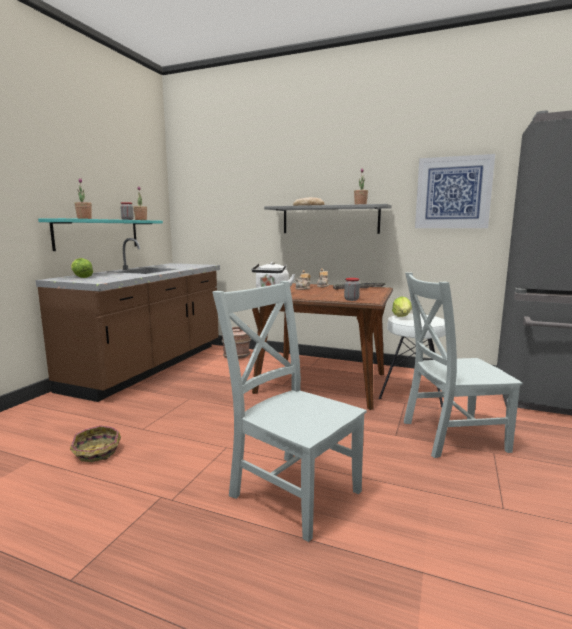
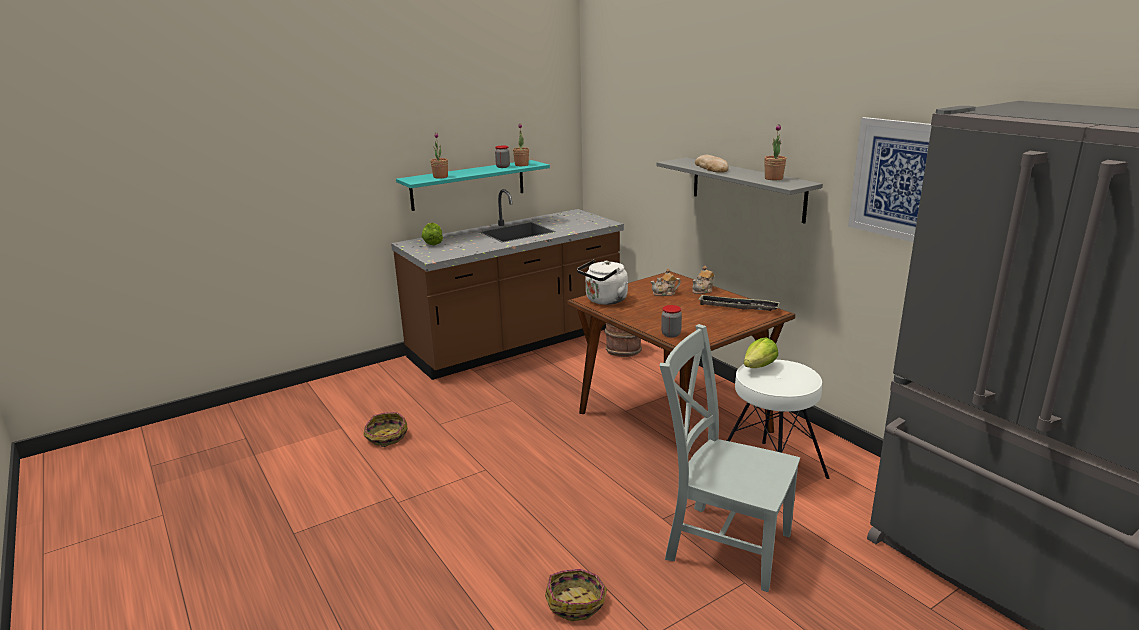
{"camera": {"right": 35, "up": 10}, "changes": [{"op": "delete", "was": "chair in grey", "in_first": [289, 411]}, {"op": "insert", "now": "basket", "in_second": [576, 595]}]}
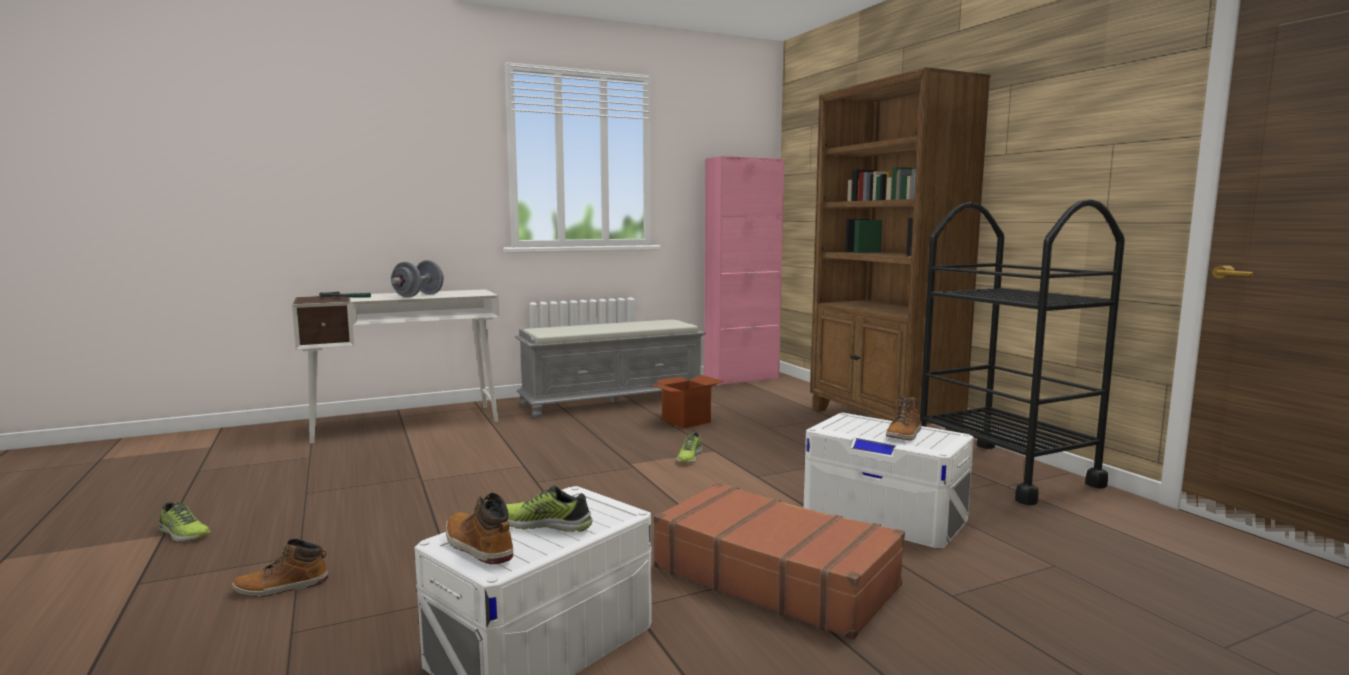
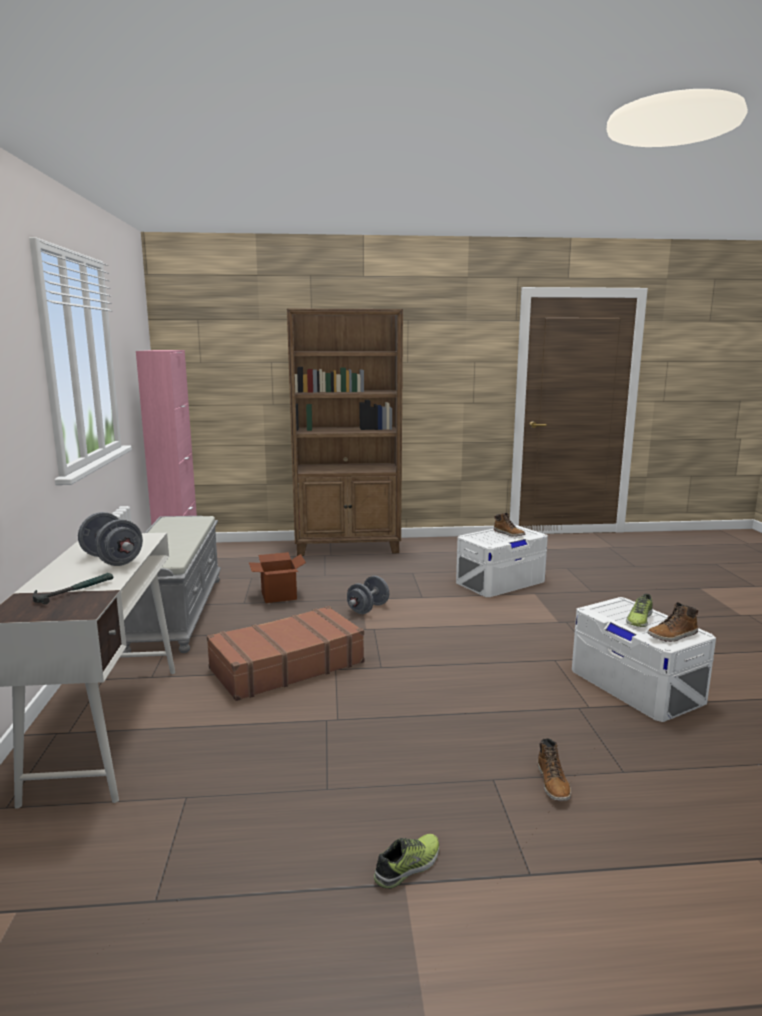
{"camera": {"right": -70, "up": 5}, "changes": [{"op": "move", "was": "suitcase in brown", "in_first": [779, 561], "in_second": [286, 653]}, {"op": "replace", "was": "shoe", "now": "dumbbell in grey", "in_first": [689, 447], "in_second": [368, 595]}, {"op": "delete", "was": "cart in black", "in_first": [1022, 352]}]}
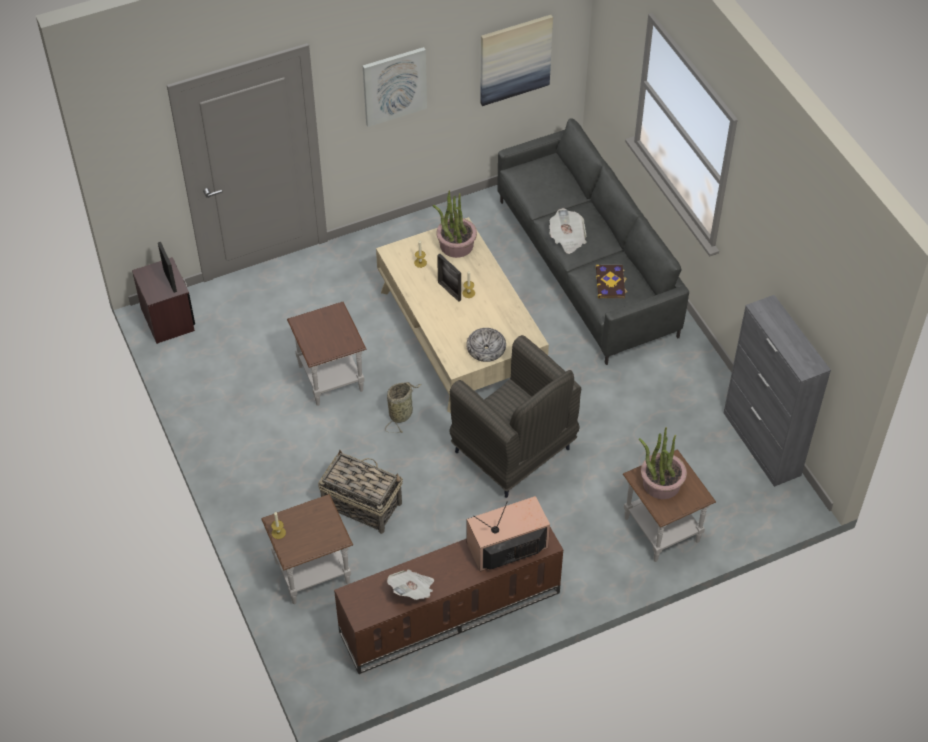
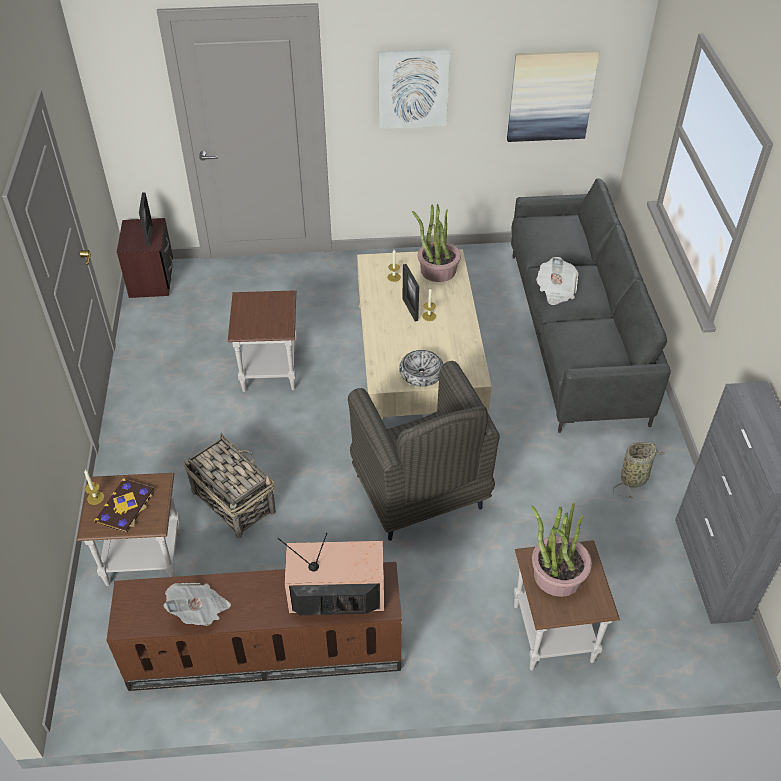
{"camera": {"right": 20, "up": -5}, "changes": [{"op": "move", "was": "basket", "in_first": [403, 407], "in_second": [639, 470]}, {"op": "move", "was": "book", "in_first": [611, 281], "in_second": [124, 505]}]}
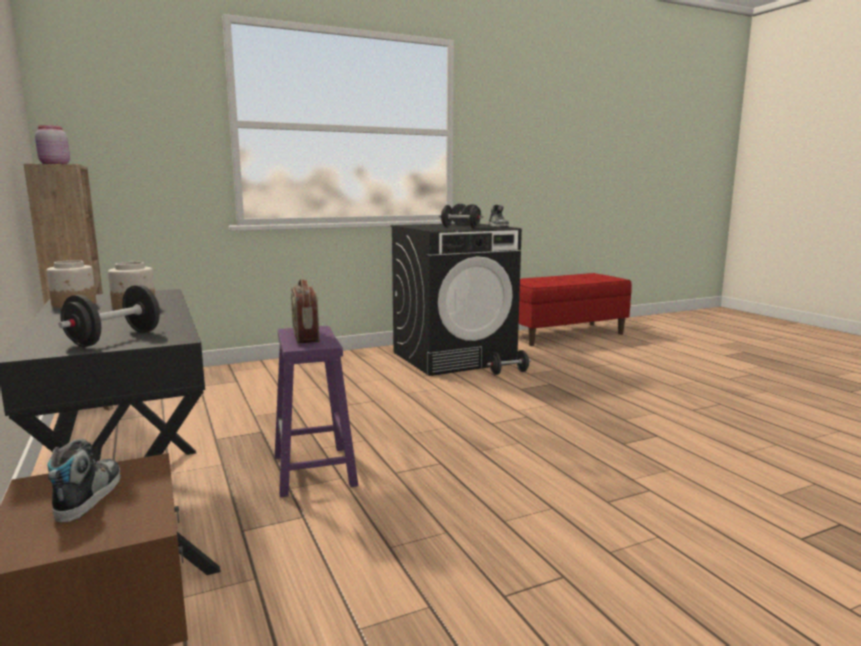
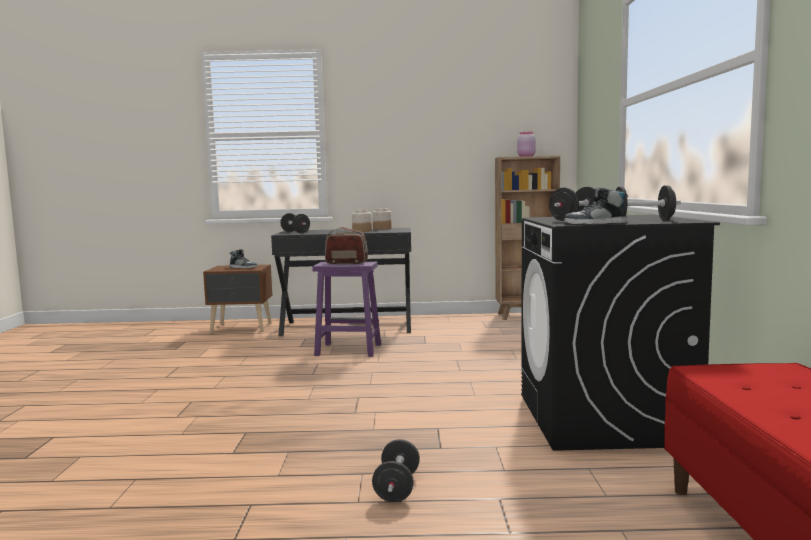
{"camera": {"right": 115, "up": -5}, "changes": [{"op": "move", "was": "dumbbell in black", "in_first": [509, 362], "in_second": [396, 470]}]}
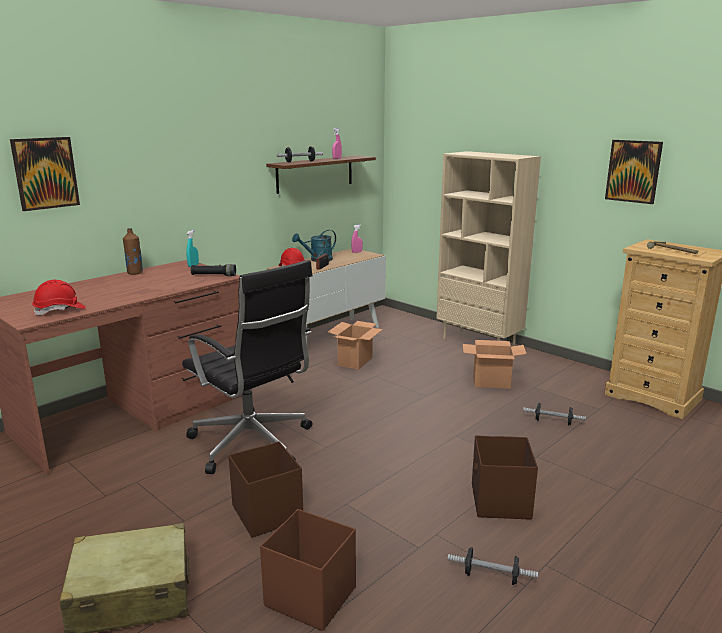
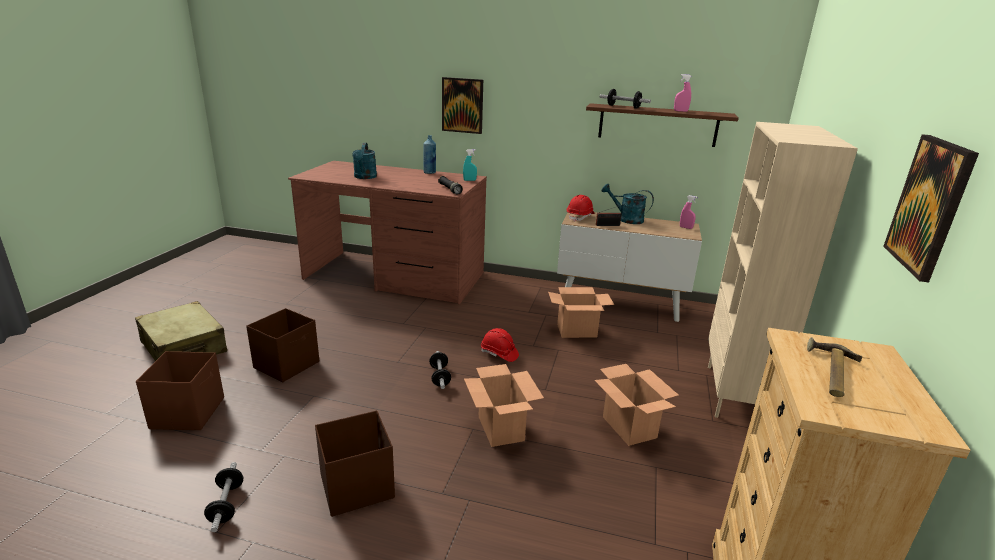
{"camera": {"right": 60, "up": 5}, "changes": [{"op": "move", "was": "picture", "in_first": [45, 174], "in_second": [462, 105]}, {"op": "move", "was": "hard hat in red", "in_first": [59, 297], "in_second": [500, 345]}, {"op": "recolor", "was": "bottle in brown", "now": "bottle in blue", "in_first": [133, 251], "in_second": [429, 154]}, {"op": "delete", "was": "office chair in black", "in_first": [247, 367]}, {"op": "move", "was": "dumbbell", "in_first": [554, 414], "in_second": [440, 370]}, {"op": "insert", "now": "watering can in turquoise", "in_second": [364, 161]}, {"op": "insert", "now": "cardboard box", "in_second": [504, 405]}]}
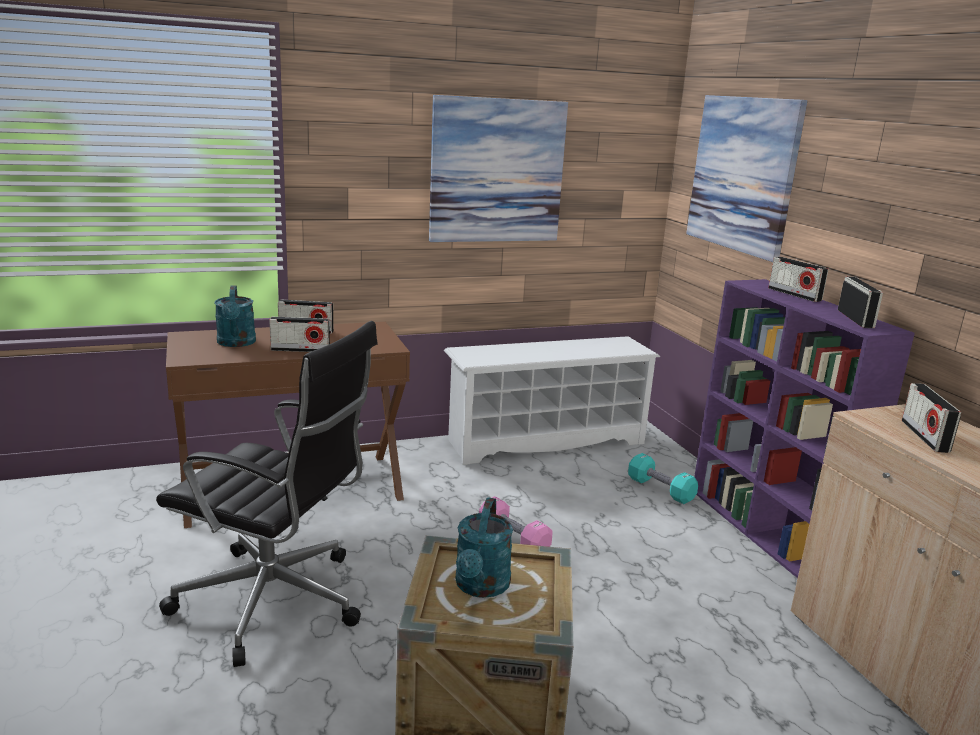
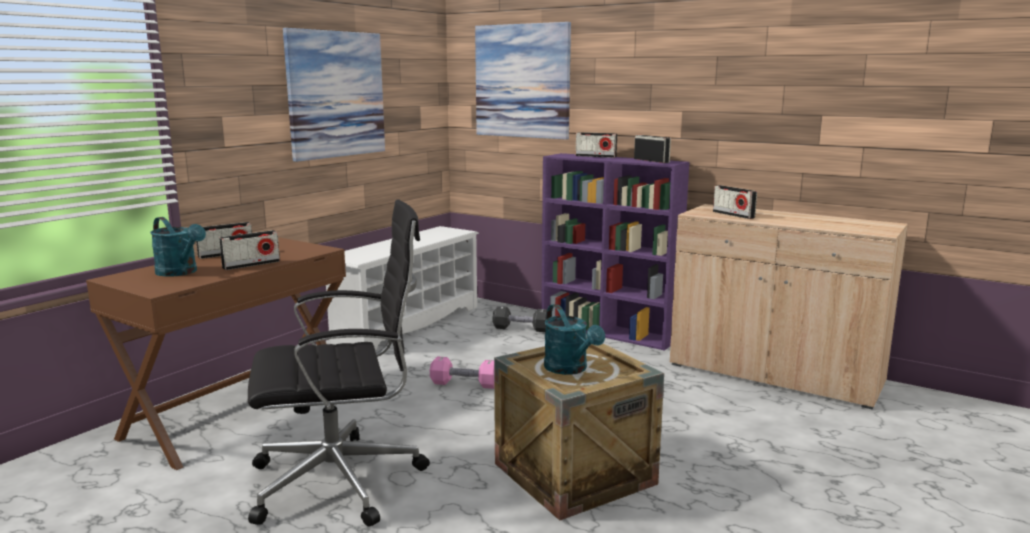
{"camera": {"right": -35, "up": -5}, "changes": [{"op": "recolor", "was": "dumbbell in turquoise", "now": "dumbbell in black", "in_first": [663, 478], "in_second": [520, 319]}]}
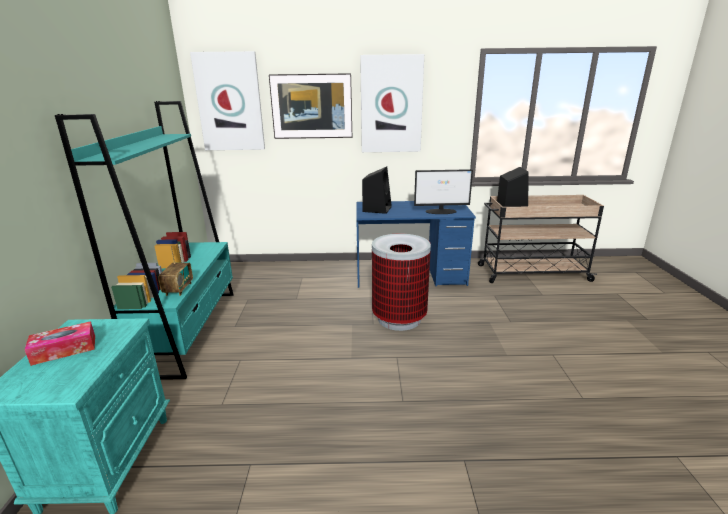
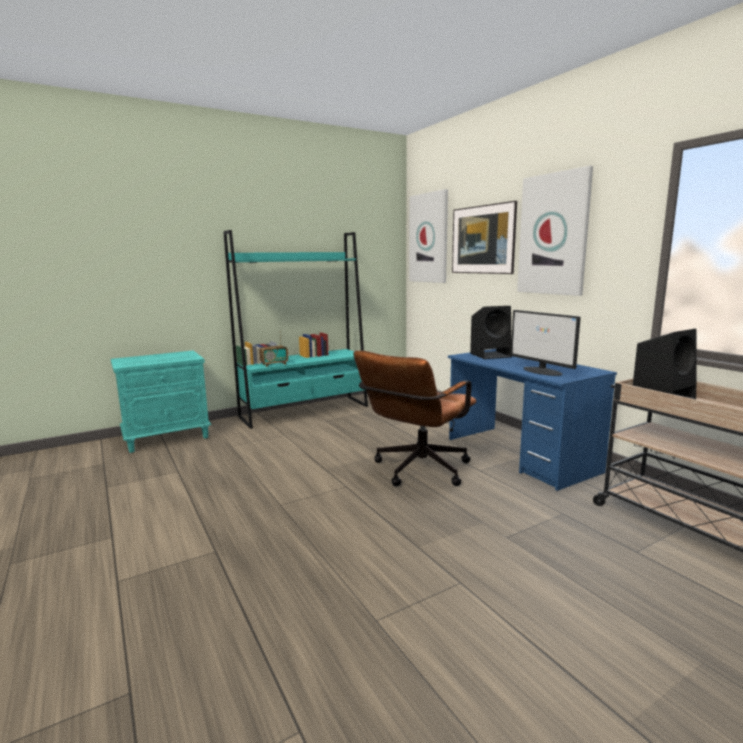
{"camera": {"right": 60, "up": -10}, "changes": [{"op": "delete", "was": "tissue box", "in_first": [60, 343]}, {"op": "replace", "was": "trash can", "now": "office chair in brown", "in_first": [401, 282], "in_second": [414, 418]}]}
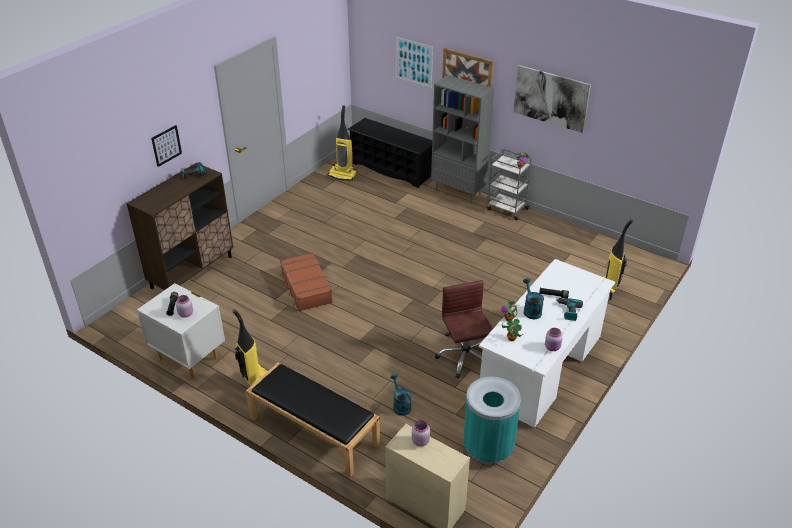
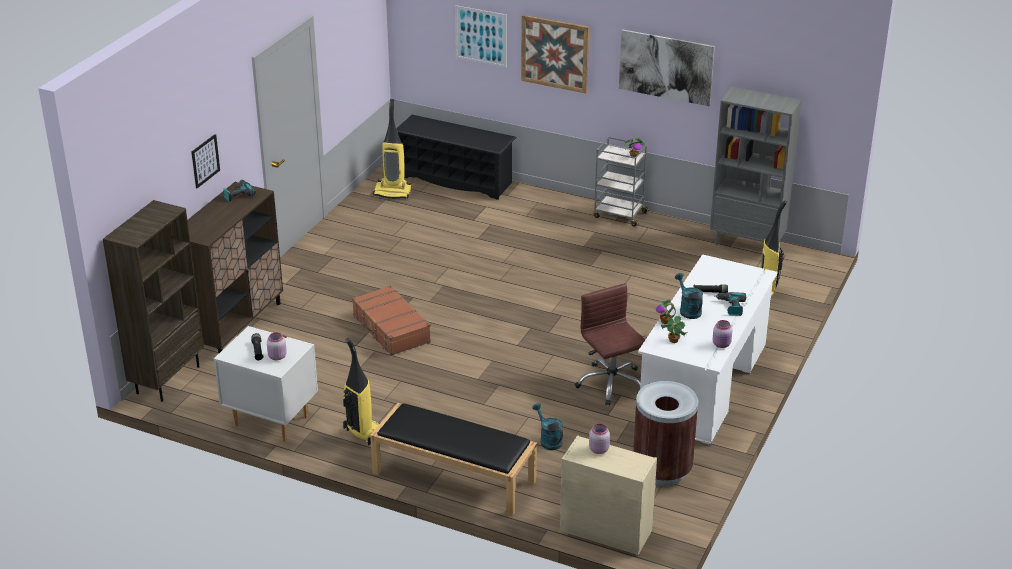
{"camera": {"right": -10, "up": -5}, "changes": [{"op": "move", "was": "bookcase in grey", "in_first": [463, 139], "in_second": [756, 166]}, {"op": "recolor", "was": "trash can in turquoise", "now": "trash can in brown", "in_first": [492, 421], "in_second": [665, 433]}, {"op": "insert", "now": "bookcase in brown", "in_second": [153, 301]}]}
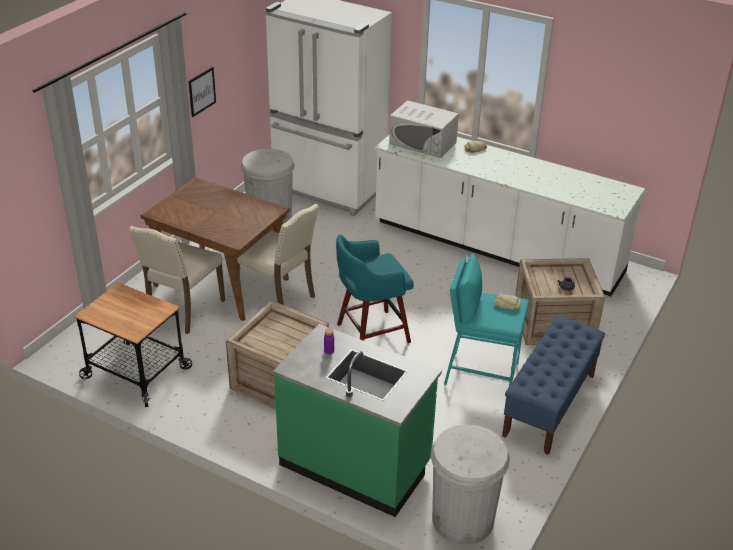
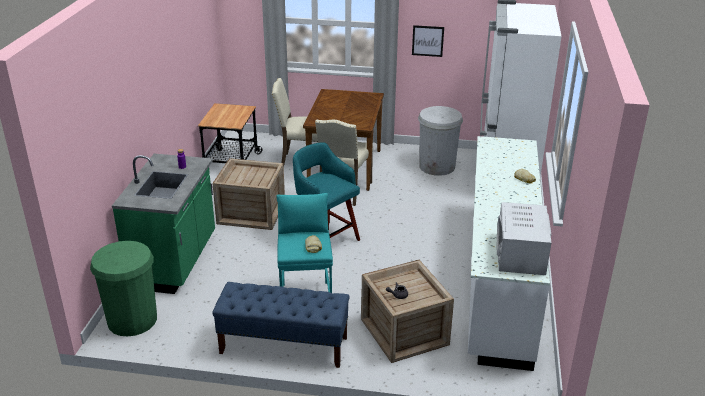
{"camera": {"right": 70, "up": -5}, "changes": [{"op": "move", "was": "microwave in white", "in_first": [424, 129], "in_second": [524, 238]}, {"op": "recolor", "was": "trash can in white", "now": "trash can in green", "in_first": [470, 484], "in_second": [123, 288]}]}
